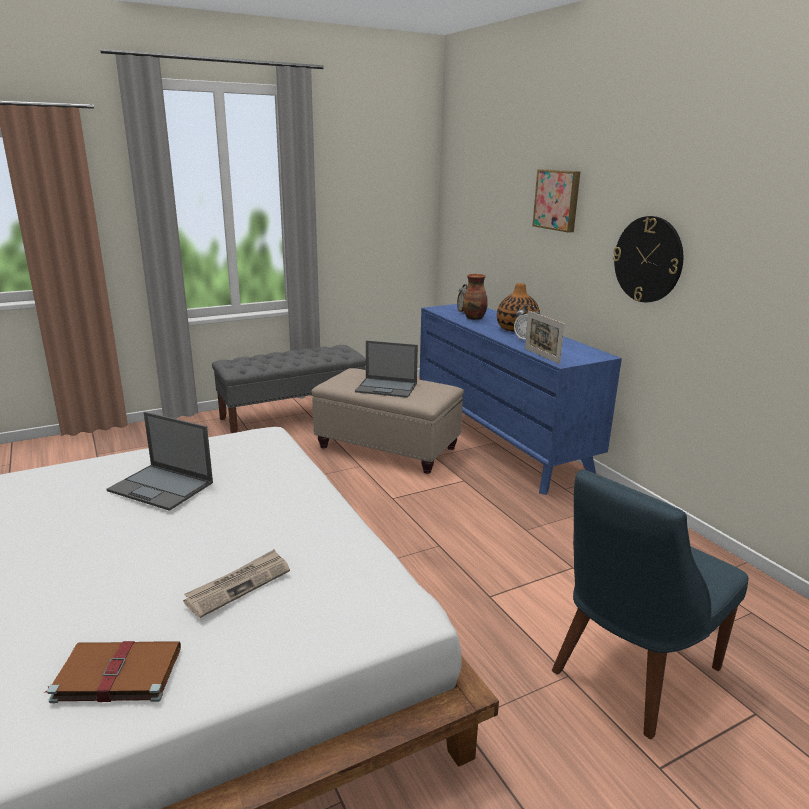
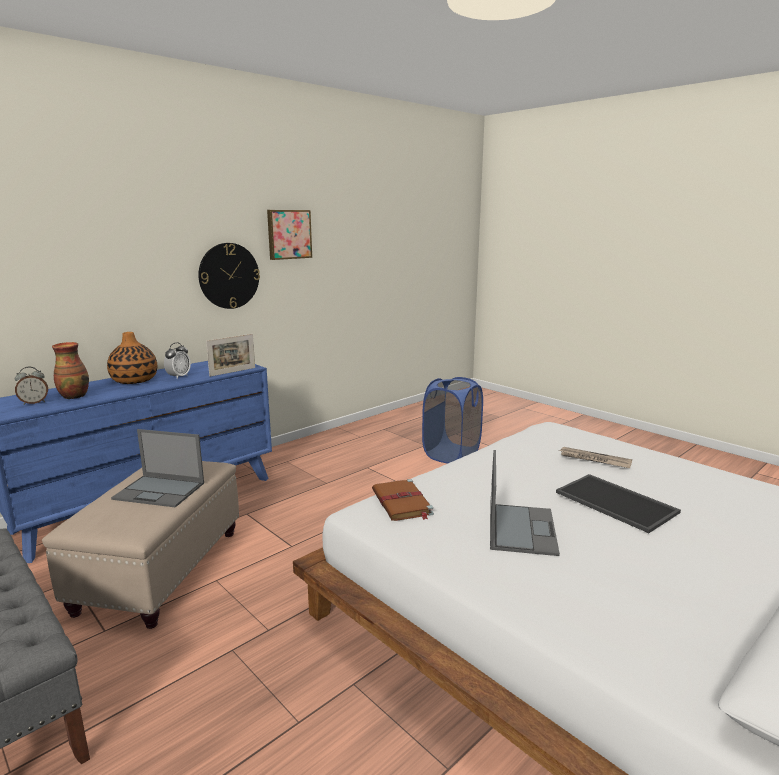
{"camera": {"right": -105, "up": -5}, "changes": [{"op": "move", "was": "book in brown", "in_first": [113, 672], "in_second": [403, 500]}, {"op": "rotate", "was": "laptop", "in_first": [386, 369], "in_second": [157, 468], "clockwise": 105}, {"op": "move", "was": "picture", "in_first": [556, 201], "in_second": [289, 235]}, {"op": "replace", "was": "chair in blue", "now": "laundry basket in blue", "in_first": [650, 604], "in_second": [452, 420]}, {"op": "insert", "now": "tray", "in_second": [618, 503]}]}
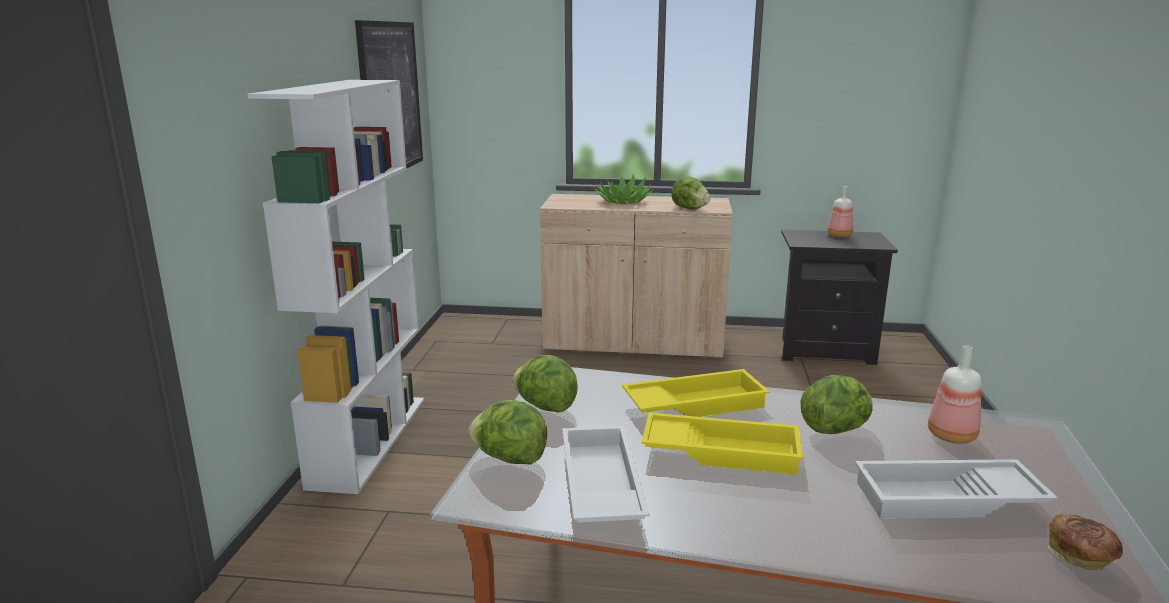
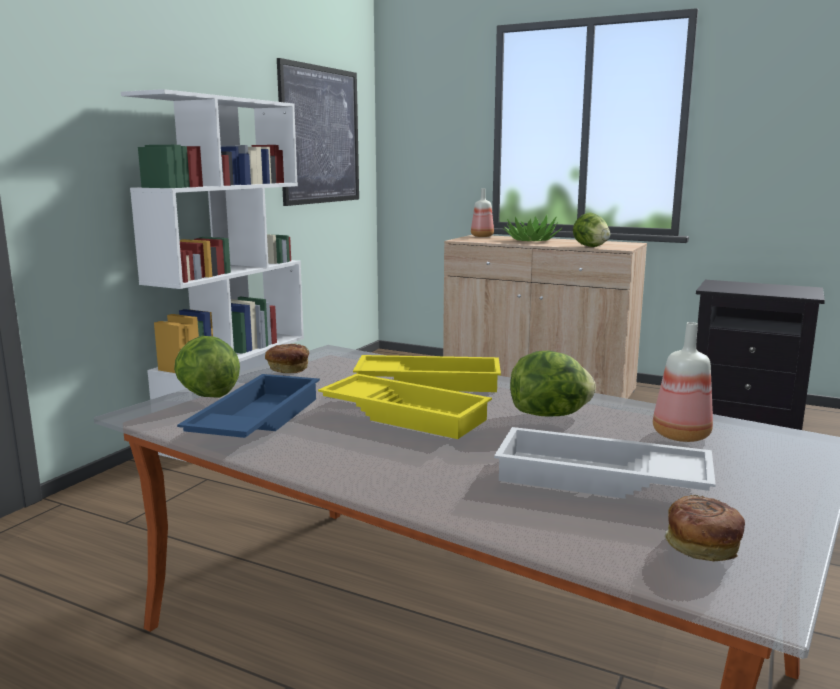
{"camera": {"right": 20, "up": -5}, "changes": [{"op": "replace", "was": "lettuce", "now": "bread", "in_first": [545, 384], "in_second": [287, 358]}, {"op": "recolor", "was": "tray in white", "now": "tray in blue", "in_first": [606, 474], "in_second": [248, 406]}, {"op": "move", "was": "bottle", "in_first": [840, 211], "in_second": [482, 212]}]}
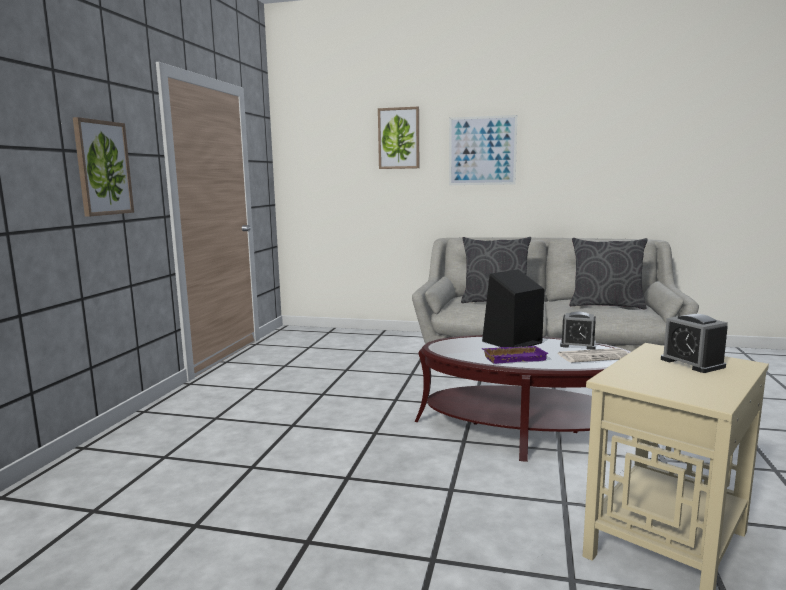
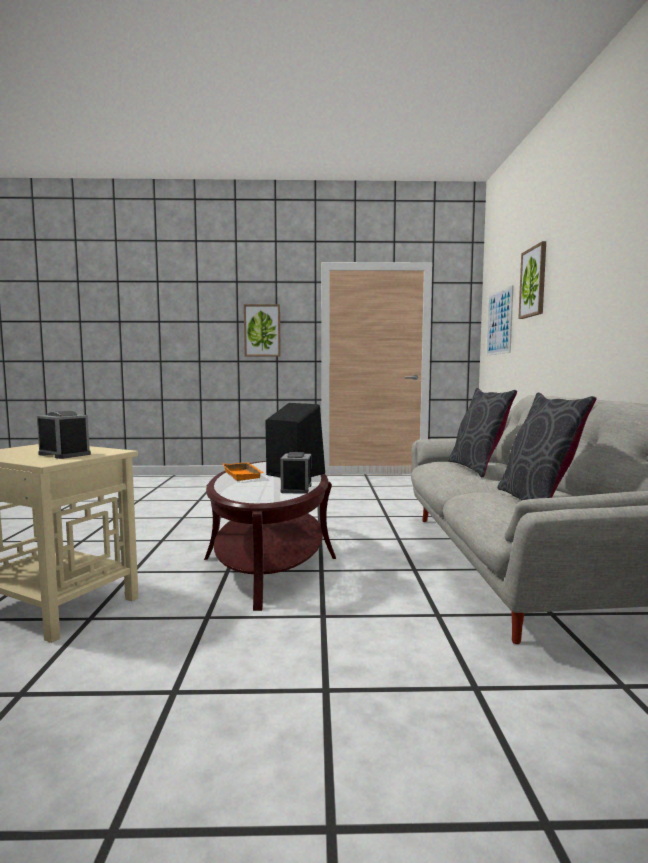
{"camera": {"right": 75, "up": -5}, "changes": [{"op": "move", "was": "picture", "in_first": [483, 150], "in_second": [500, 320]}, {"op": "recolor", "was": "tray in purple", "now": "tray in orange", "in_first": [515, 355], "in_second": [243, 471]}, {"op": "delete", "was": "newspaper", "in_first": [593, 355]}, {"op": "rotate", "was": "alarm clock", "in_first": [694, 343], "in_second": [64, 435], "clockwise": 75}]}
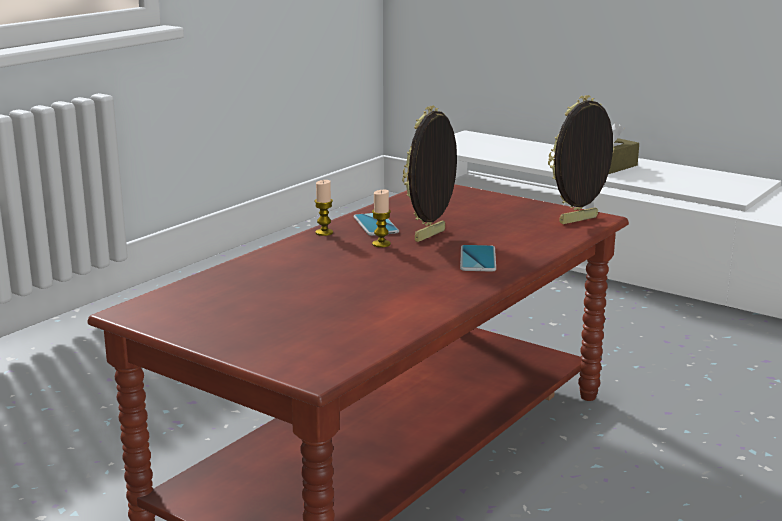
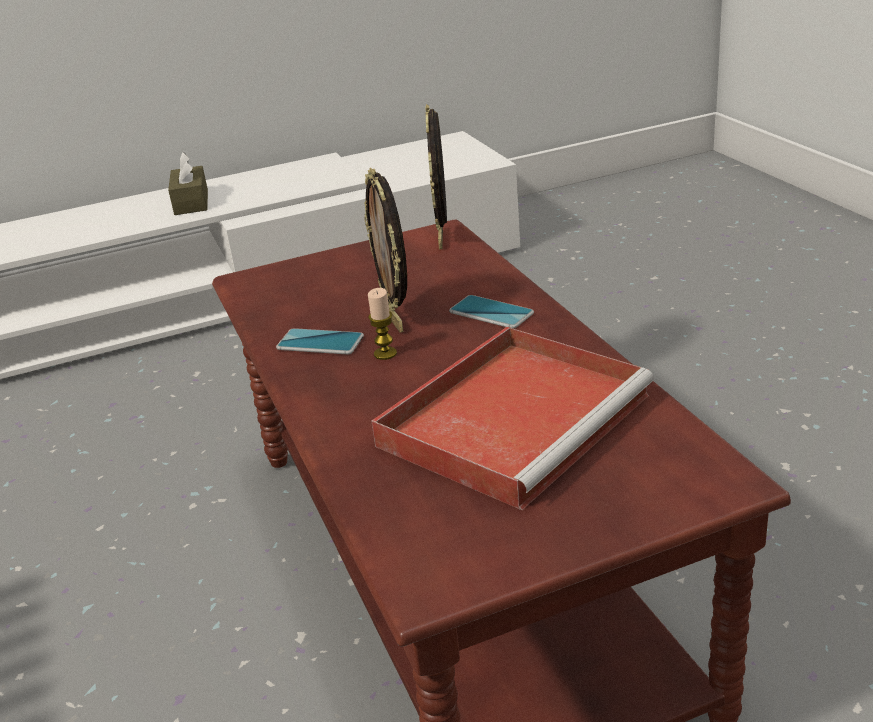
{"camera": {"right": -55, "up": 10}, "changes": [{"op": "delete", "was": "candle", "in_first": [323, 208]}, {"op": "insert", "now": "tray in red", "in_second": [513, 418]}]}
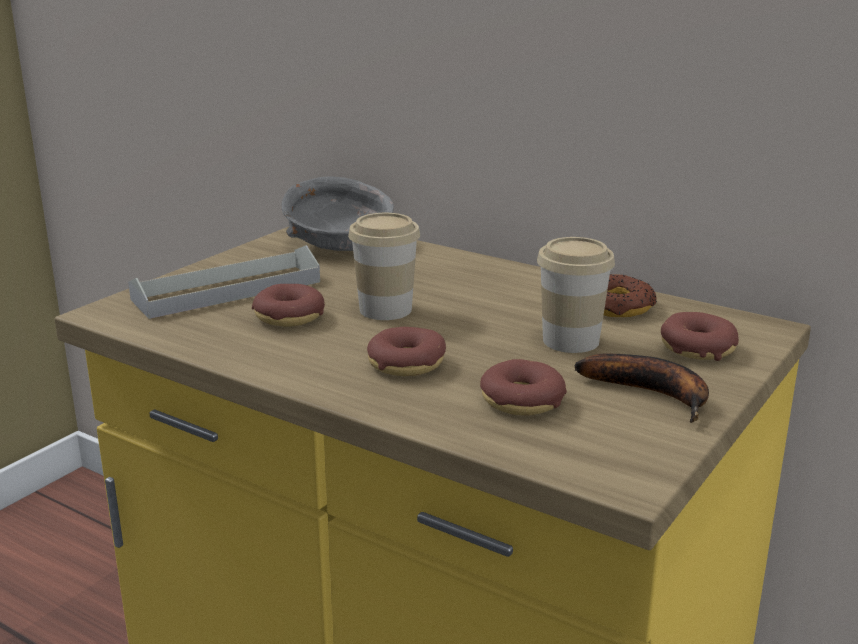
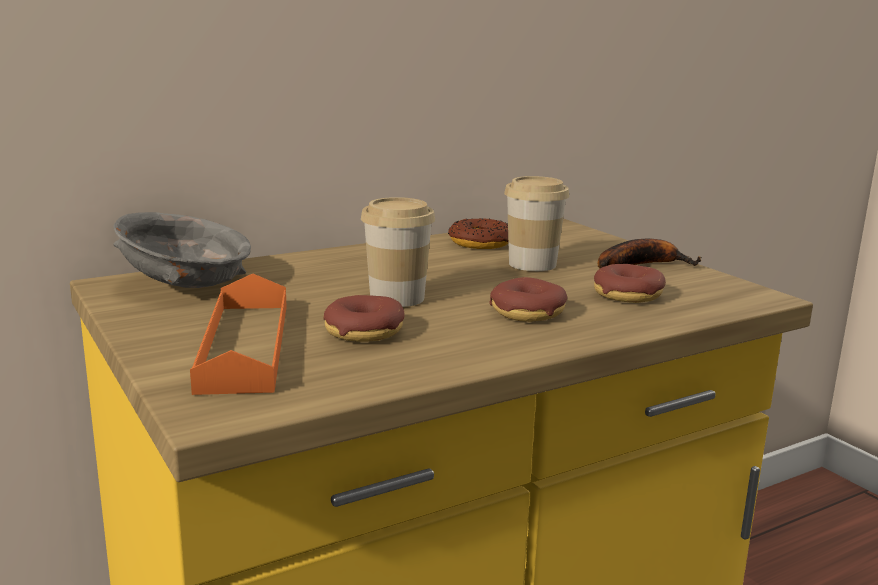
{"camera": {"right": -65, "up": -5}, "changes": [{"op": "recolor", "was": "tray in grey", "now": "tray in orange", "in_first": [224, 282], "in_second": [238, 334]}, {"op": "delete", "was": "donut", "in_first": [700, 336]}]}
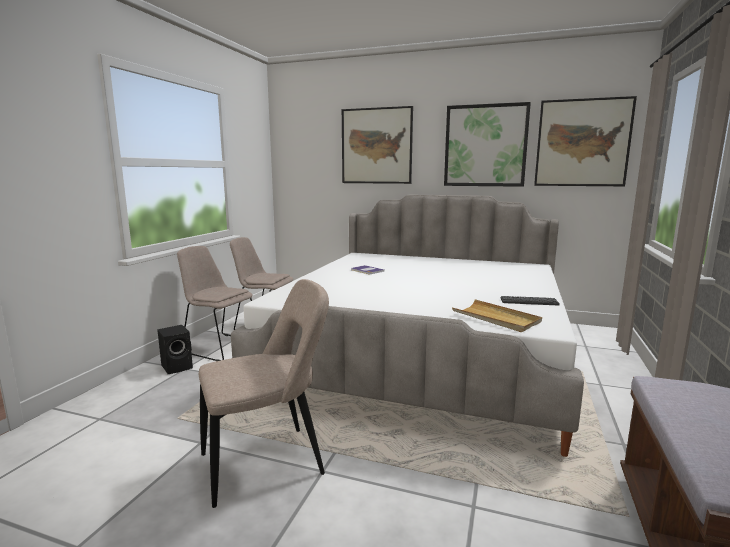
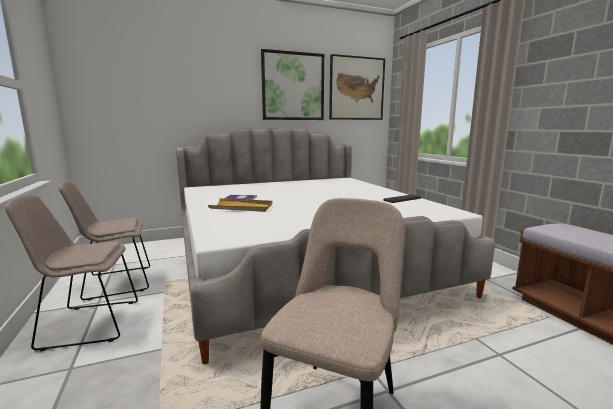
{"camera": {"right": -40, "up": 0}, "changes": [{"op": "delete", "was": "speaker in black", "in_first": [175, 349]}, {"op": "delete", "was": "picture", "in_first": [377, 145]}, {"op": "move", "was": "tray in beige", "in_first": [497, 315], "in_second": [240, 205]}]}
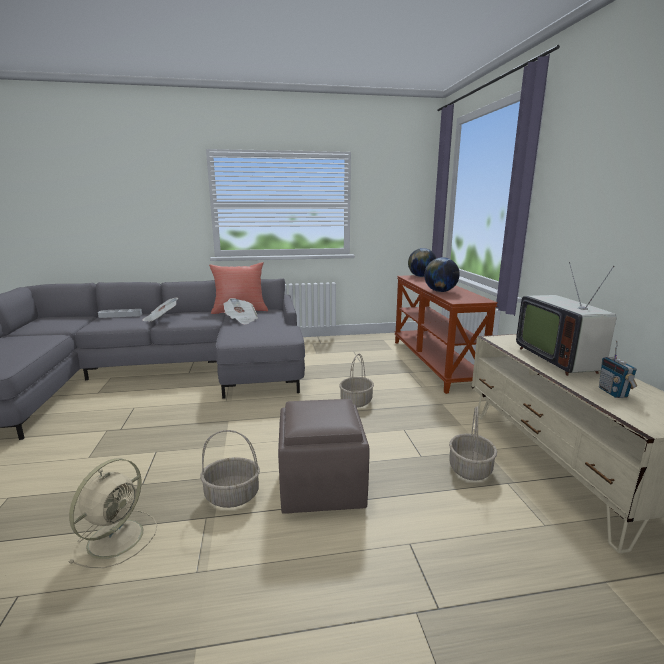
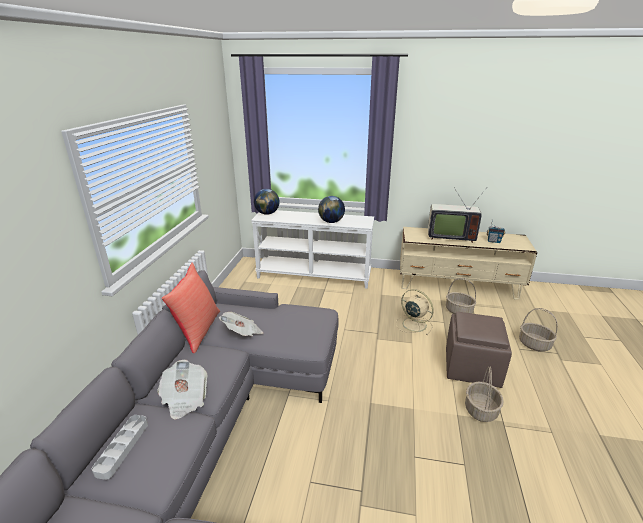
{"camera": {"right": -70, "up": 10}, "changes": [{"op": "move", "was": "fan in beige", "in_first": [112, 513], "in_second": [415, 312]}, {"op": "move", "was": "basket", "in_first": [356, 381], "in_second": [538, 330]}, {"op": "recolor", "was": "console table in brown", "now": "console table in white", "in_first": [446, 334], "in_second": [312, 249]}]}
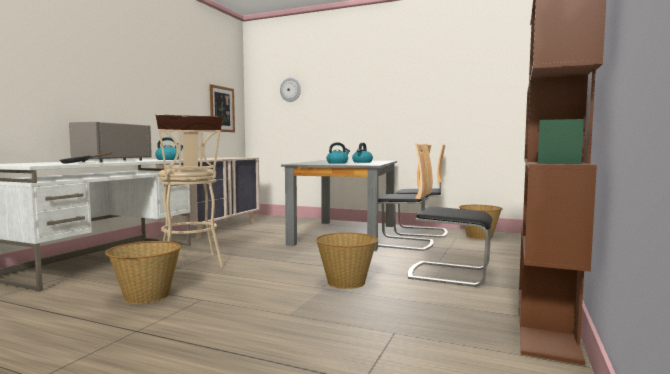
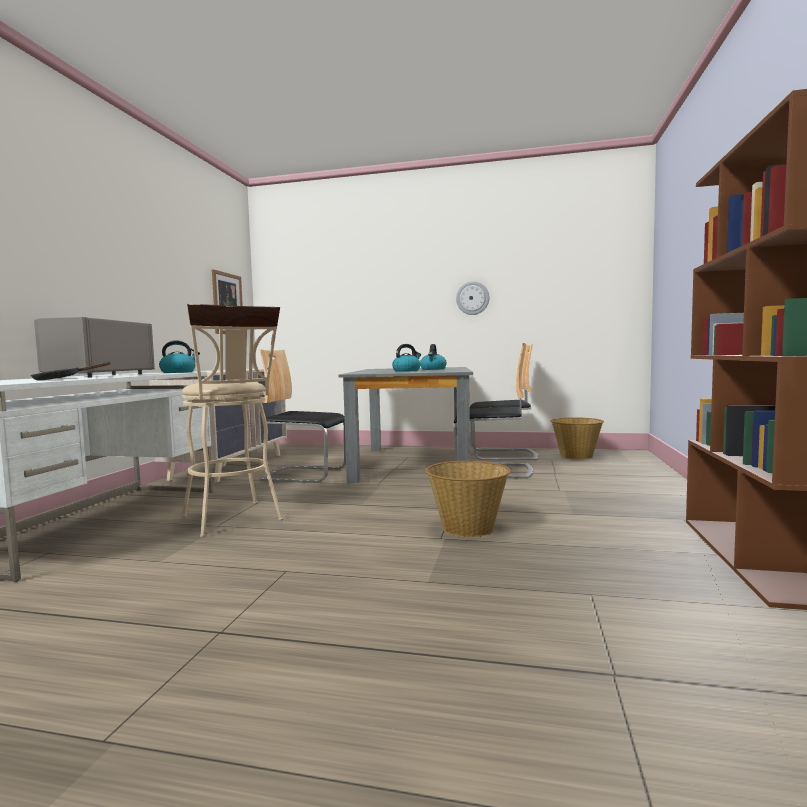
{"camera": {"right": -10, "up": 0}, "changes": [{"op": "delete", "was": "basket", "in_first": [143, 272]}, {"op": "move", "was": "wall clock", "in_first": [290, 90], "in_second": [472, 298]}, {"op": "move", "was": "chair", "in_first": [450, 215], "in_second": [302, 416]}]}
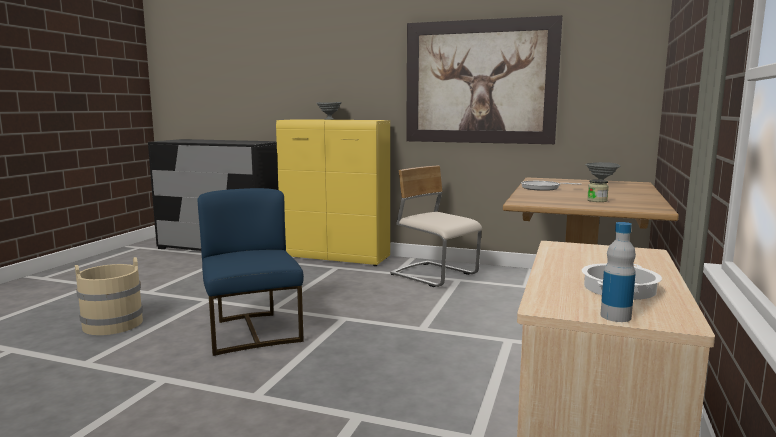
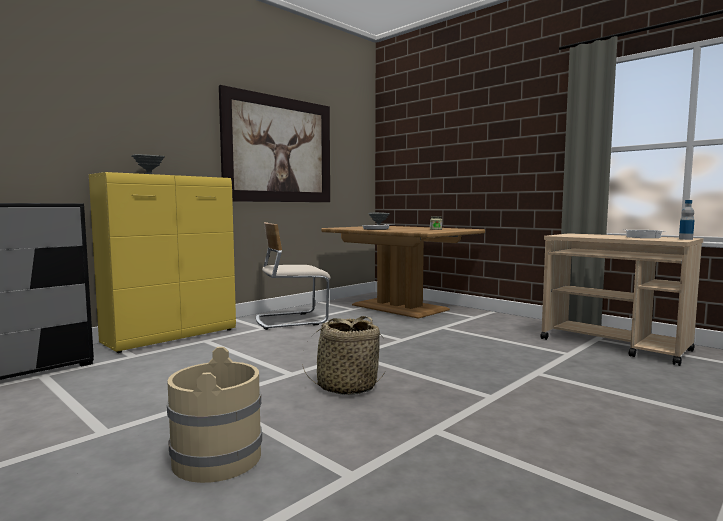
{"camera": {"right": -65, "up": -5}, "changes": [{"op": "replace", "was": "chair in blue", "now": "basket", "in_first": [250, 272], "in_second": [344, 355]}]}
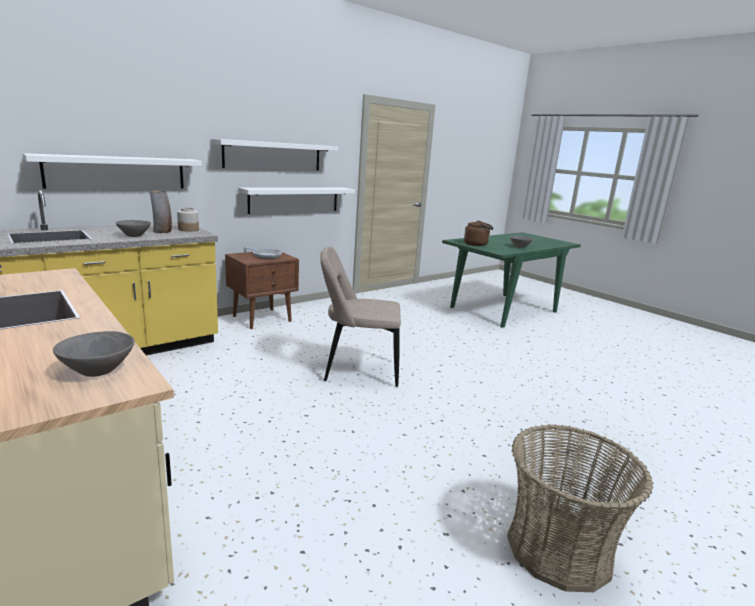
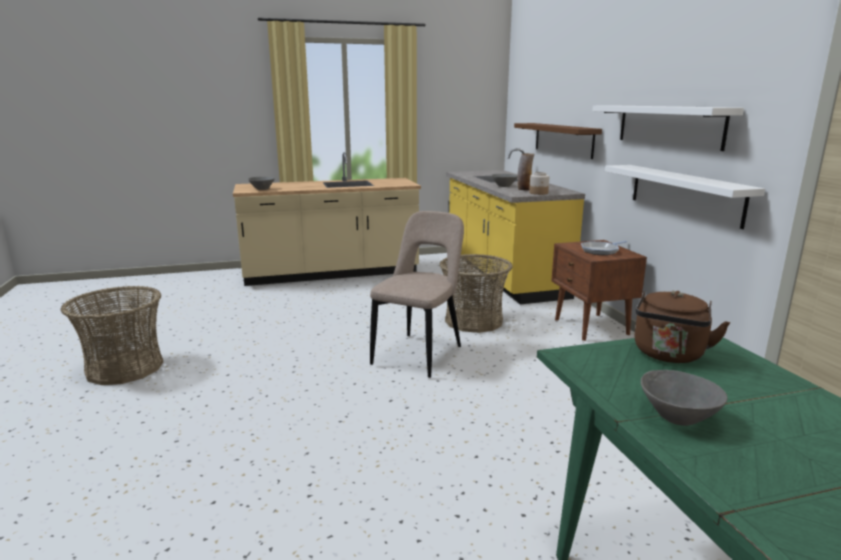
{"camera": {"right": 115, "up": 0}, "changes": [{"op": "recolor", "was": "shelf in white", "now": "shelf in brown", "in_first": [112, 171], "in_second": [558, 141]}, {"op": "insert", "now": "basket", "in_second": [476, 293]}]}
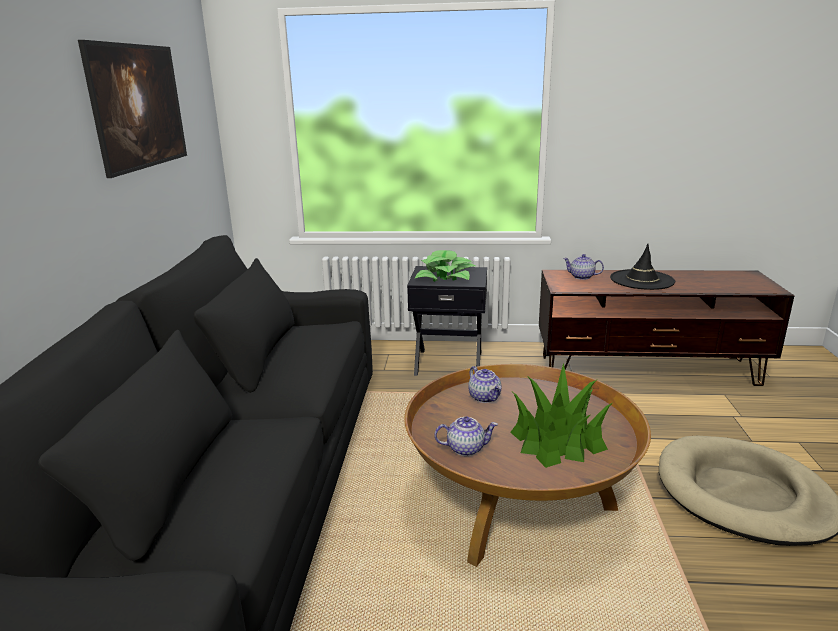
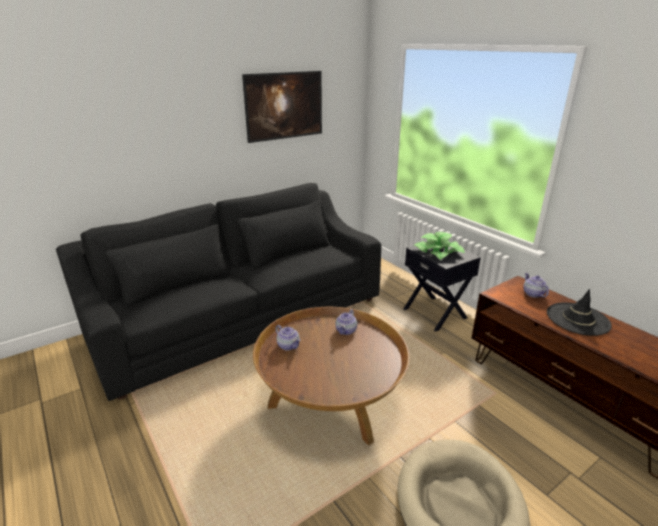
{"camera": {"right": 50, "up": 5}, "changes": [{"op": "delete", "was": "potted plant", "in_first": [561, 415]}]}
